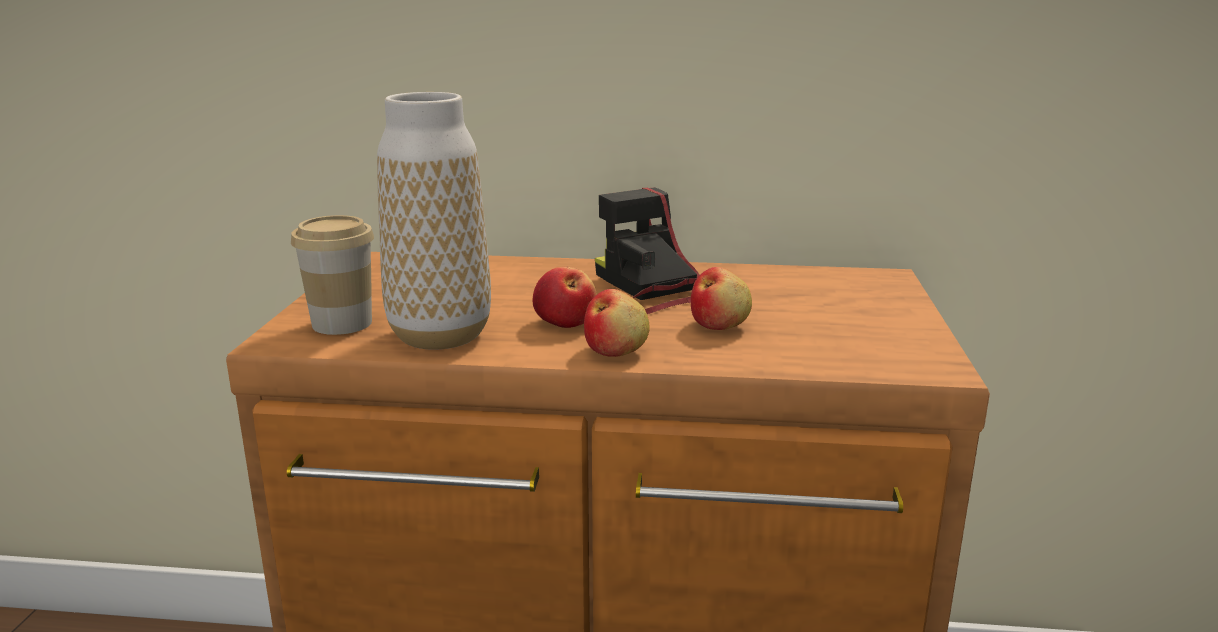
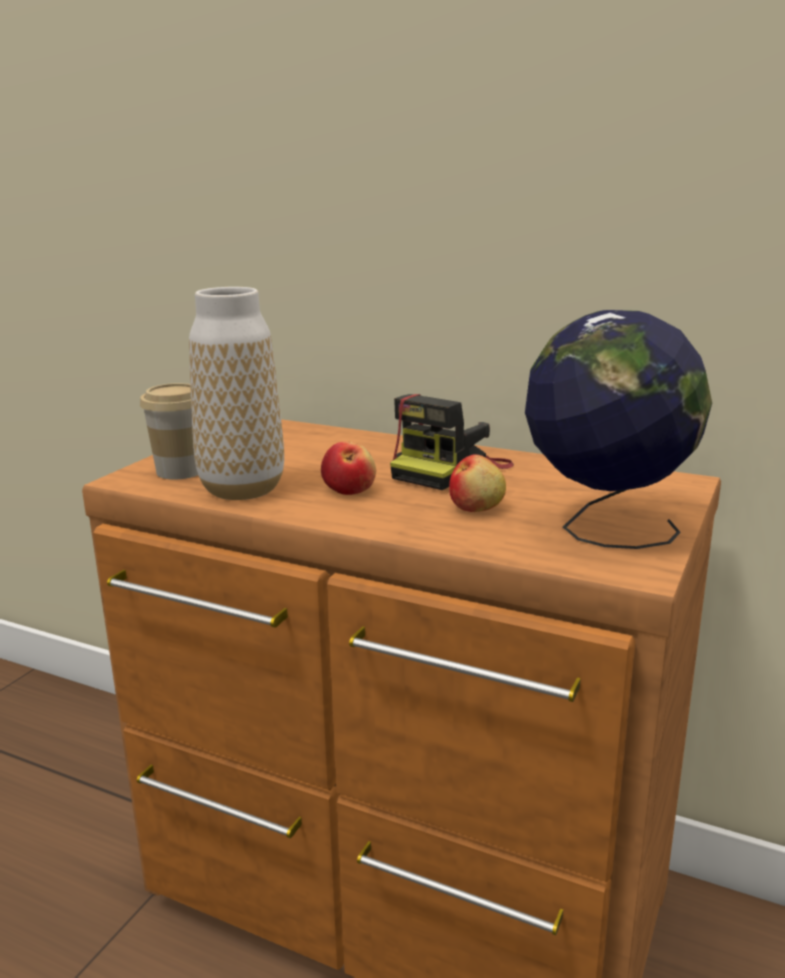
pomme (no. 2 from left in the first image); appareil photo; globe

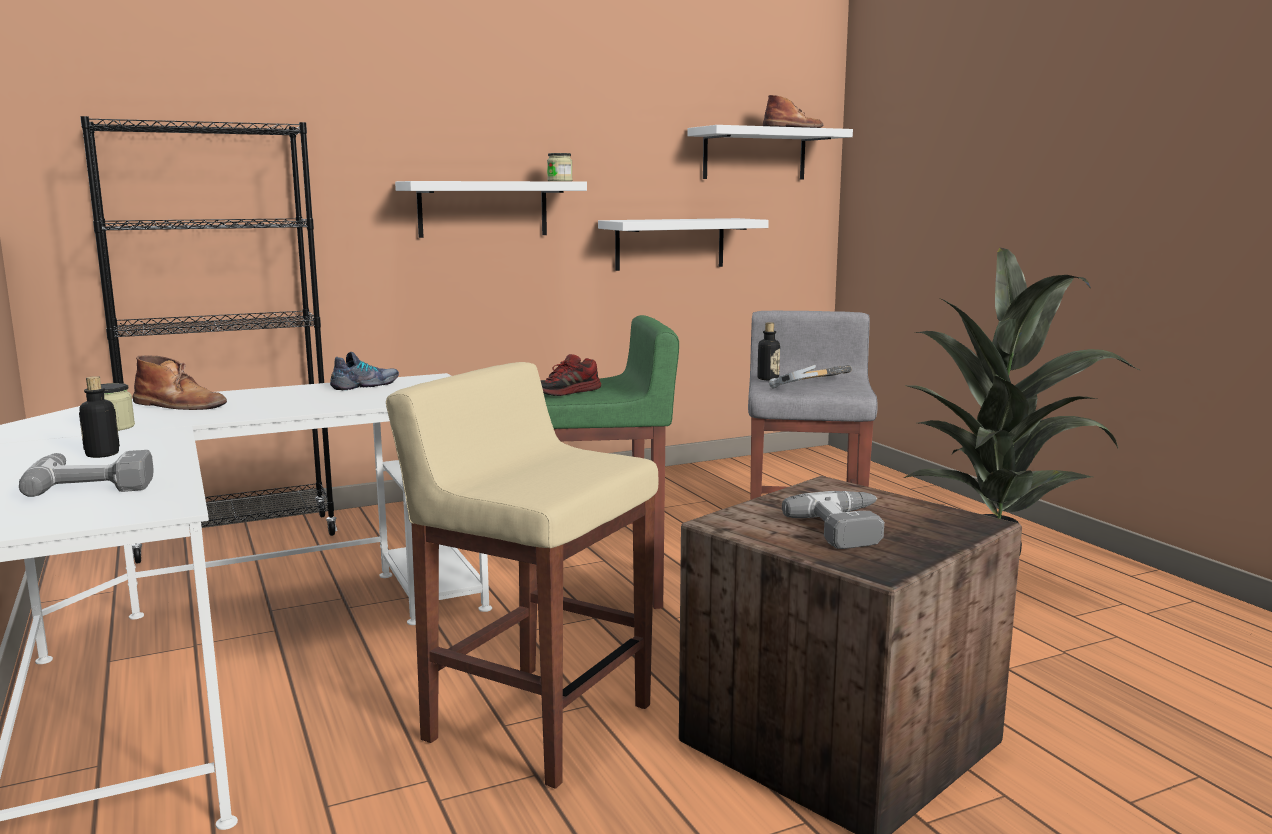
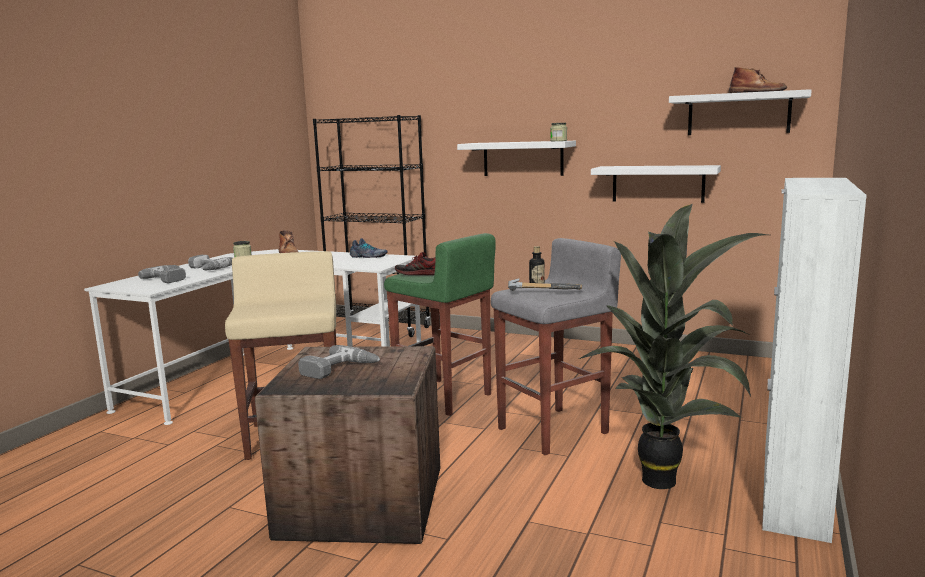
perceuse (no. 2 from left); meuble de rangement/blanc

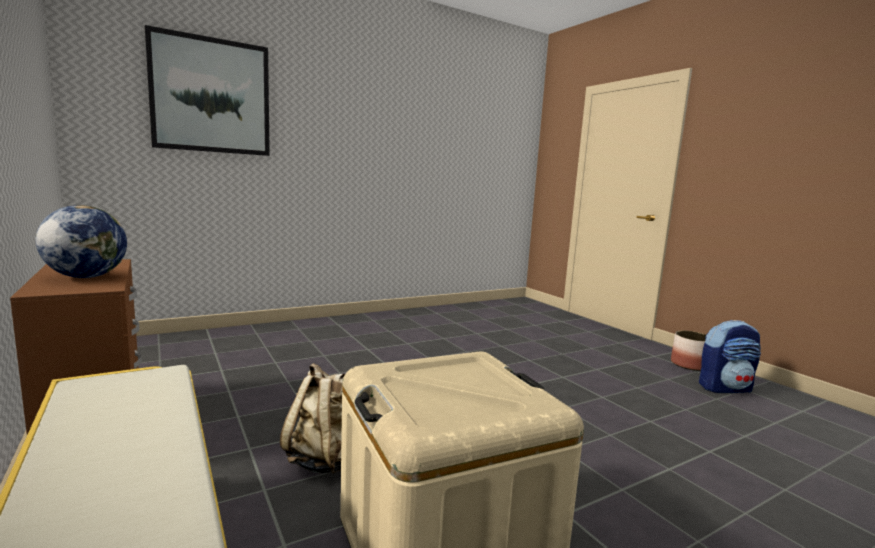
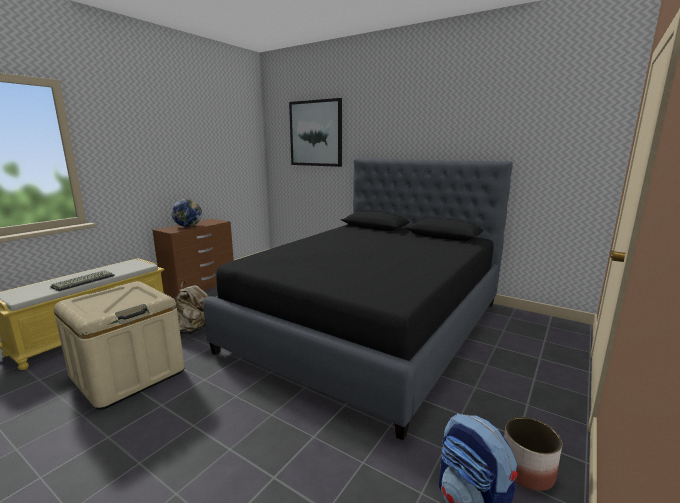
clavier; lit/noir

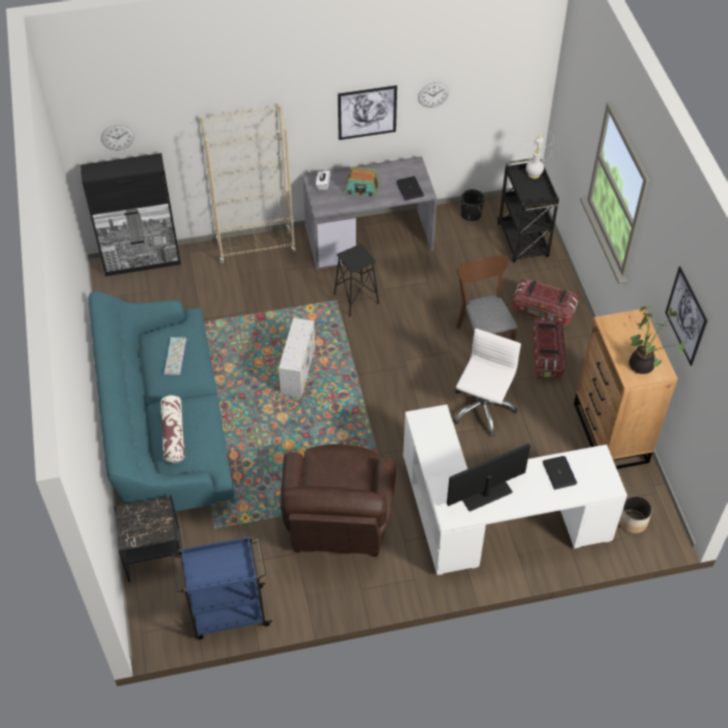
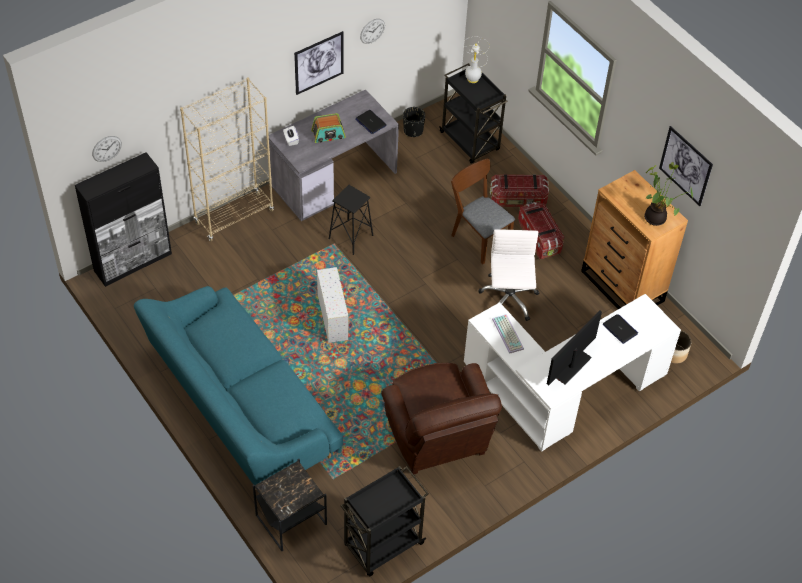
coussin; clavier; chariot/noir (no. 1 from left)

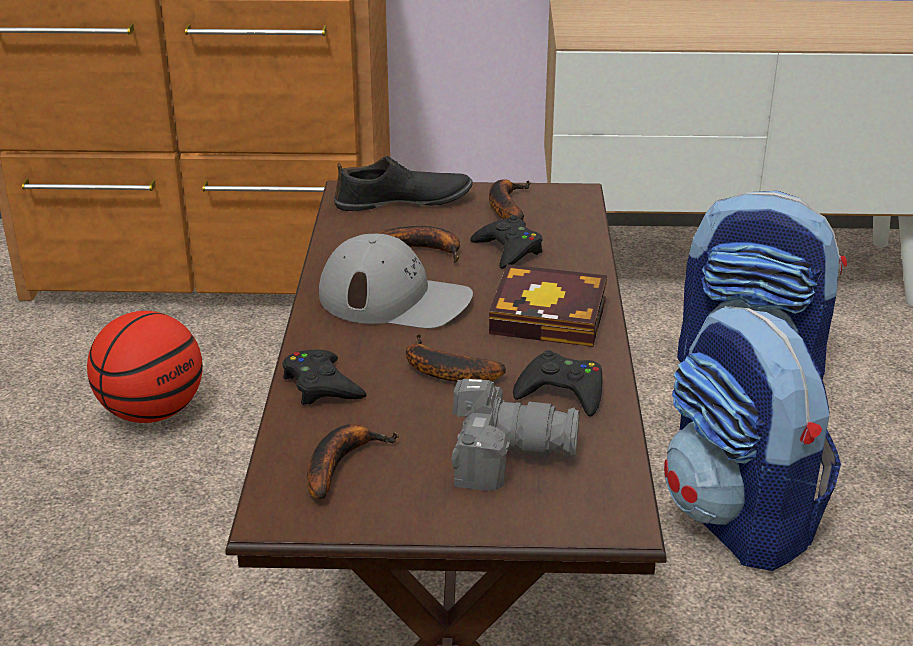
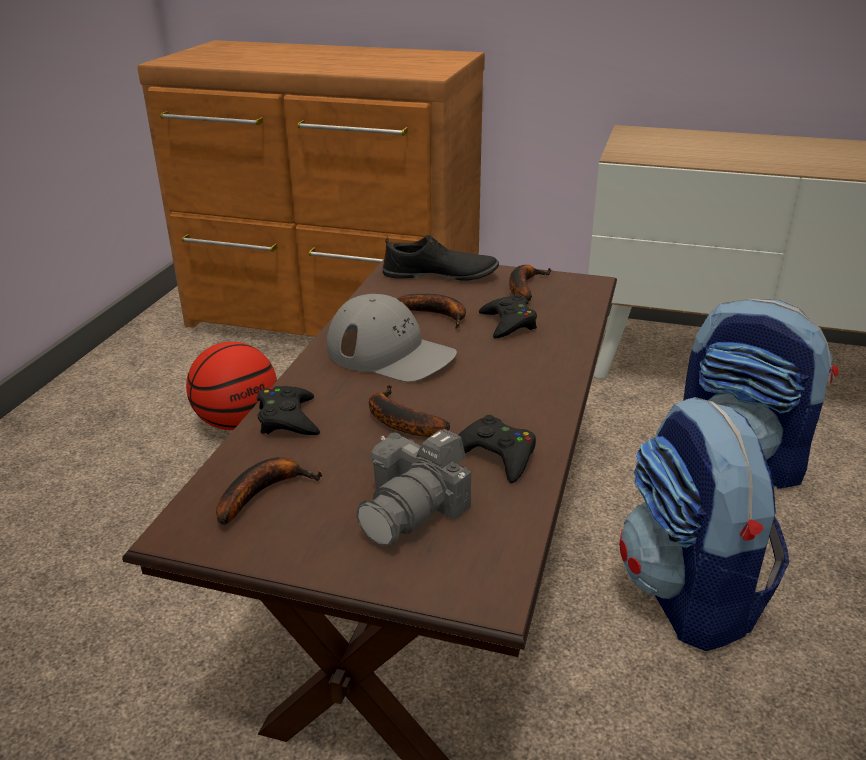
appareil photo; livre

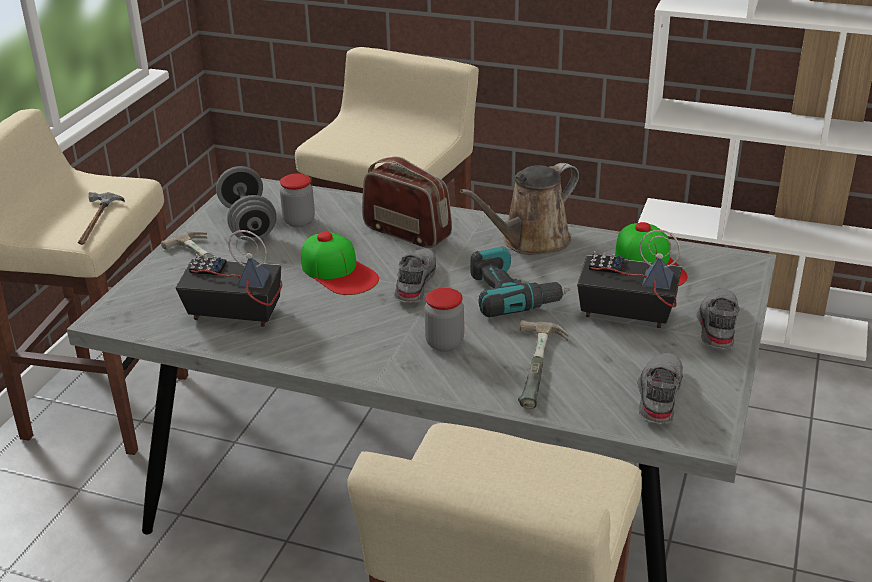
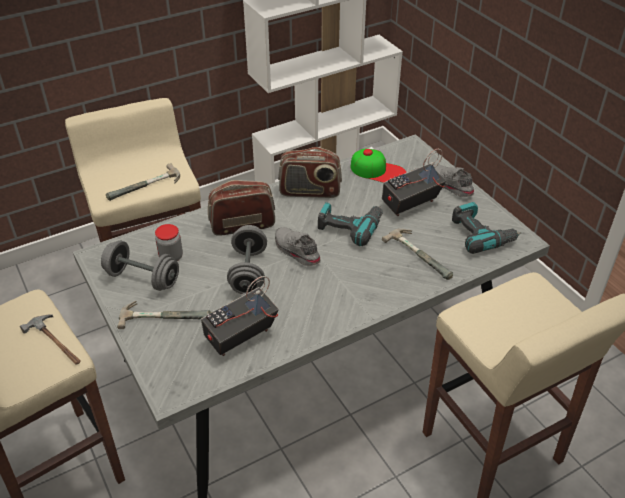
haltère/gris (no. 2 from left); bocal (no. 2 from left in the first image); radio (no. 3 from left); perceuse (no. 2 from left); marteau (no. 2 from left)

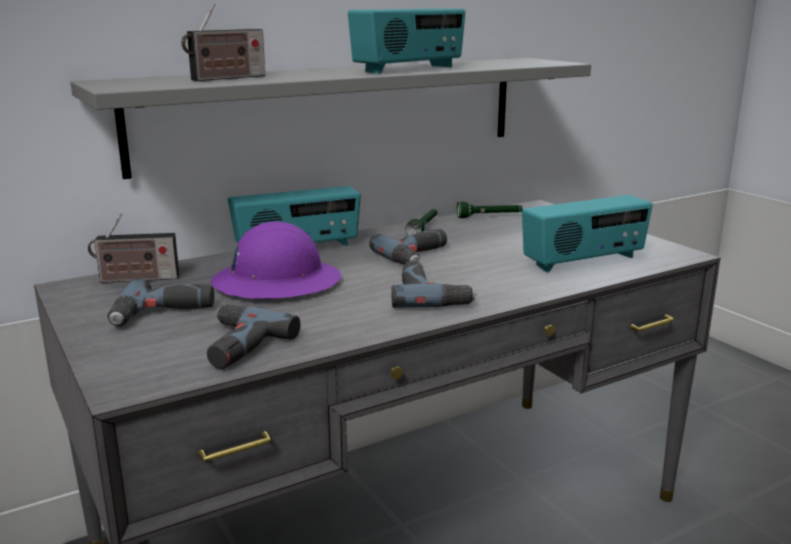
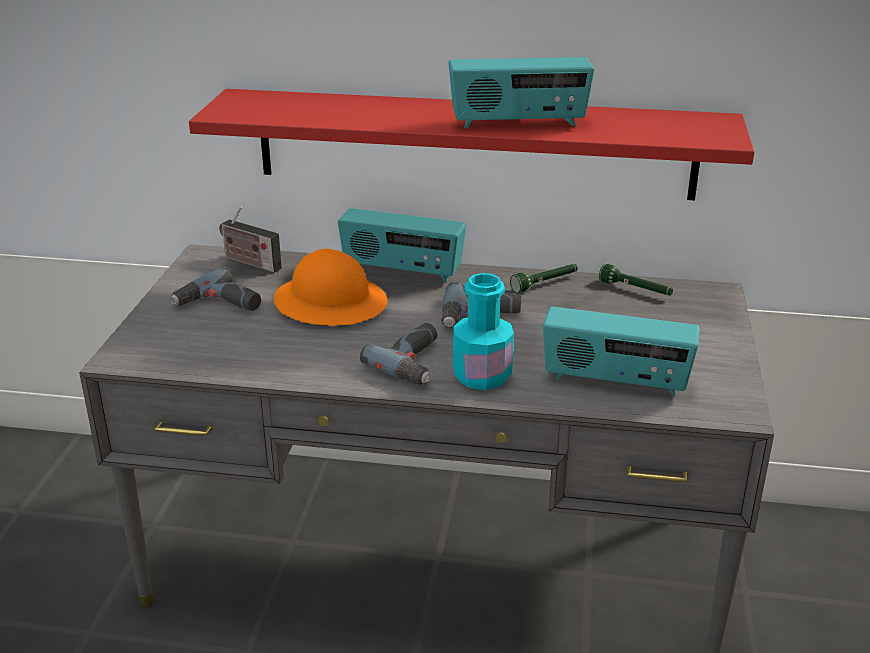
étagère/rouge; radio (no. 2 from left in the first image); perceuse (no. 2 from left in the first image); casque de chantier/orange; bouteille/turquoise

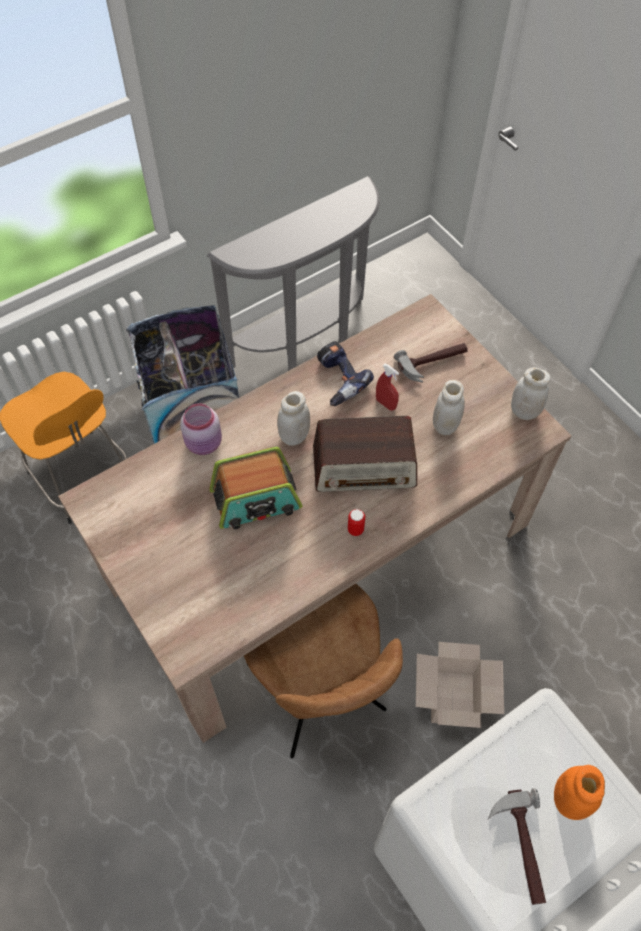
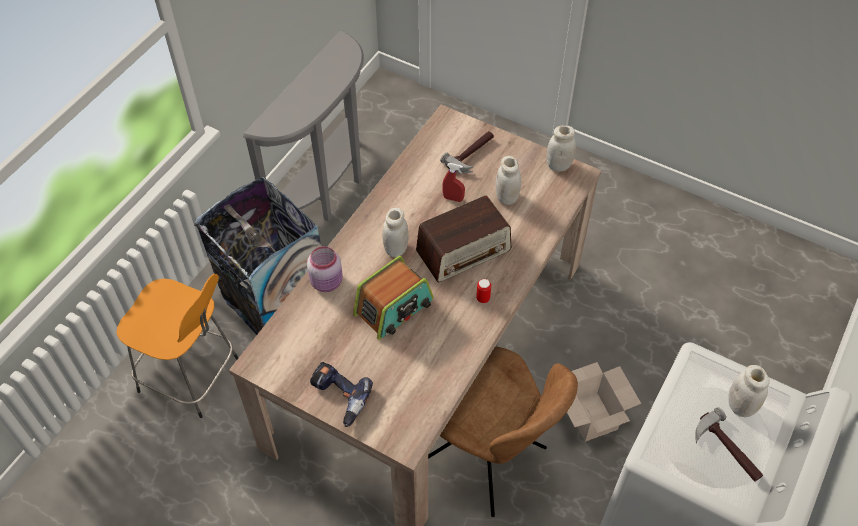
perceuse; bocal/blanc (no. 4 from left)

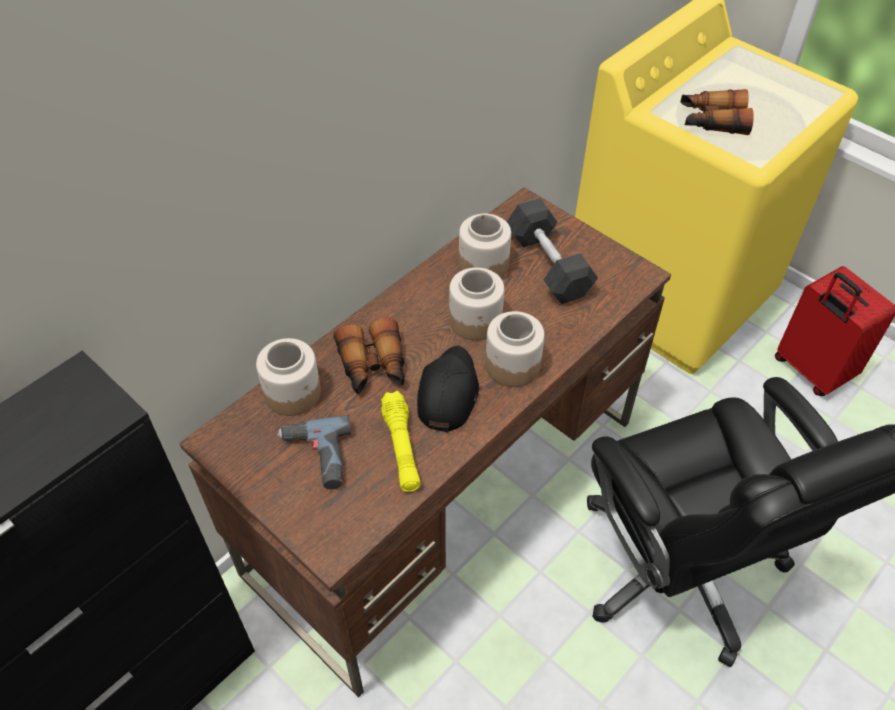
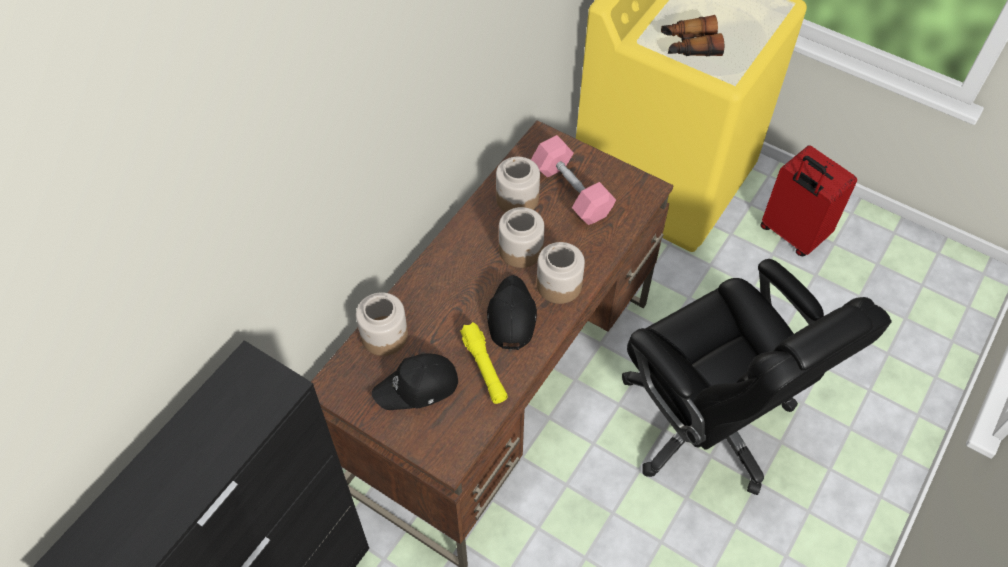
casquette/noir (no. 1 from left); jumelles (no. 1 from left in the first image); haltère/rose

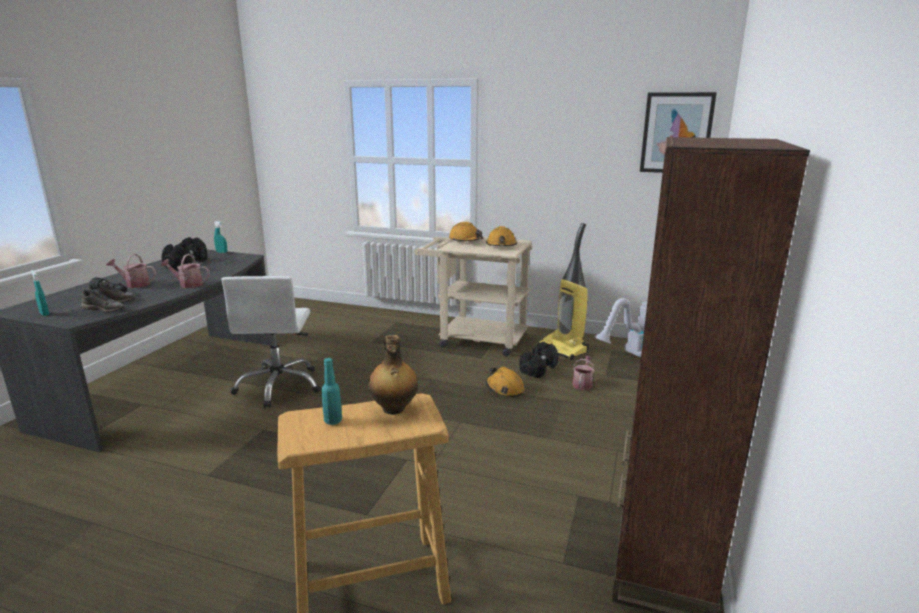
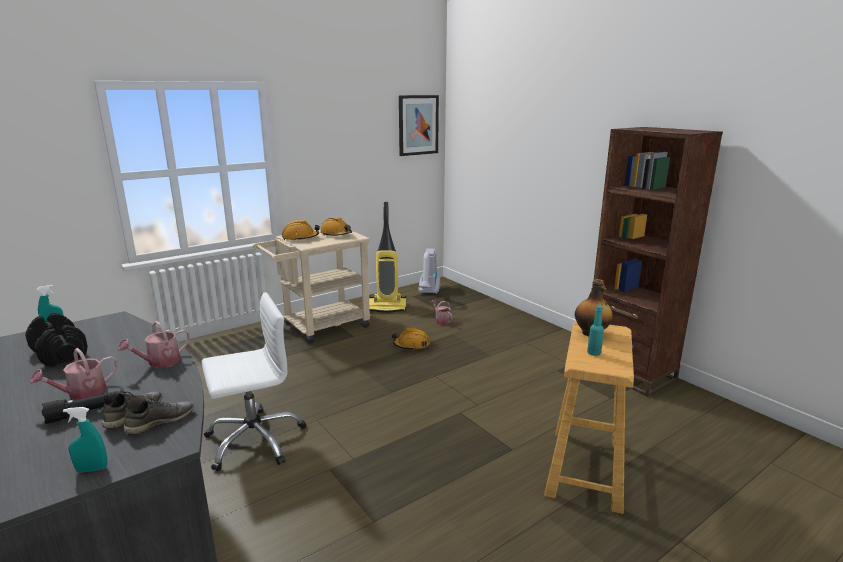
chaise de bureau/blanc; haltère/noir (no. 2 from left in the first image)

